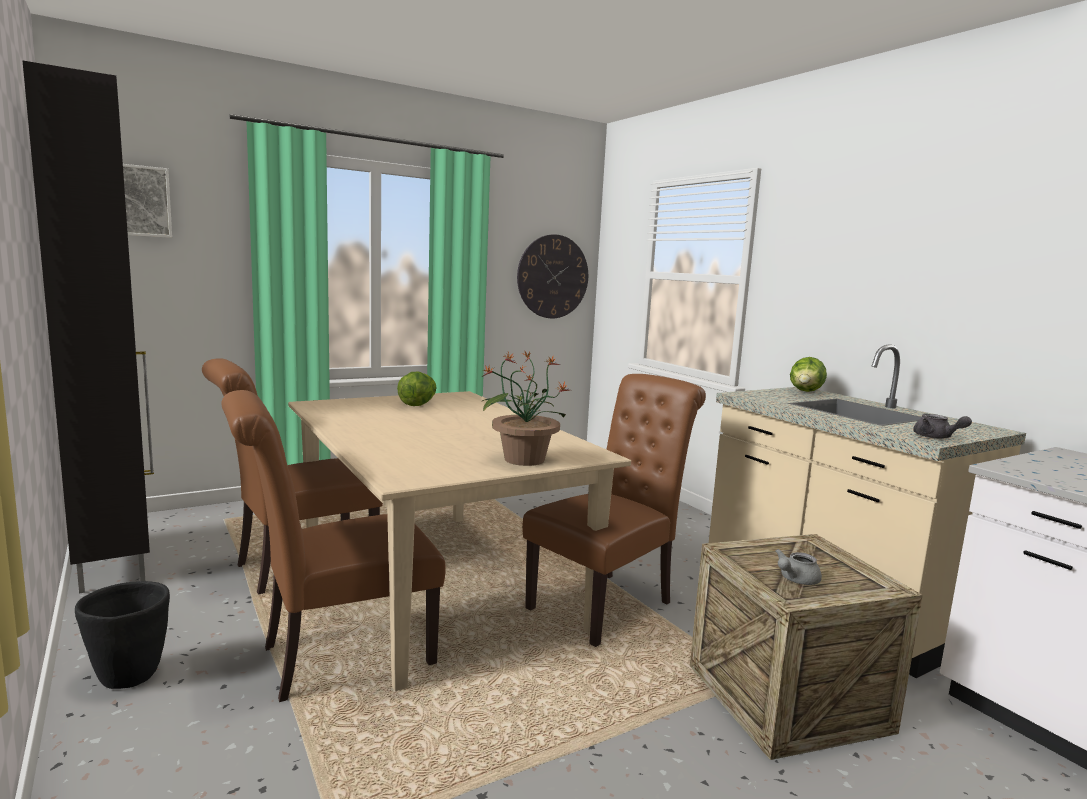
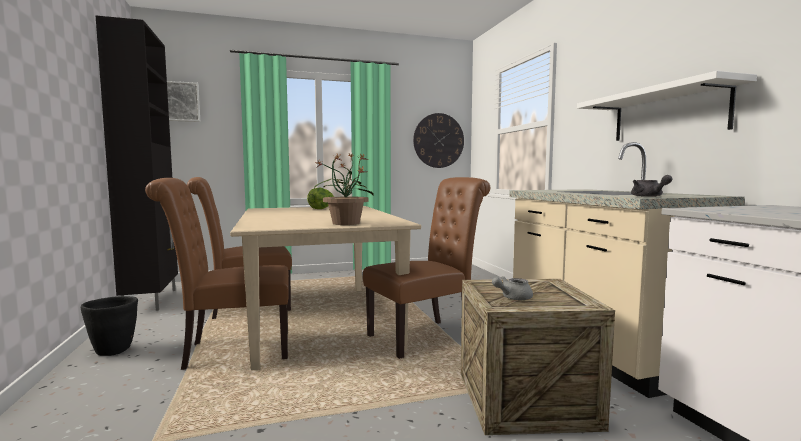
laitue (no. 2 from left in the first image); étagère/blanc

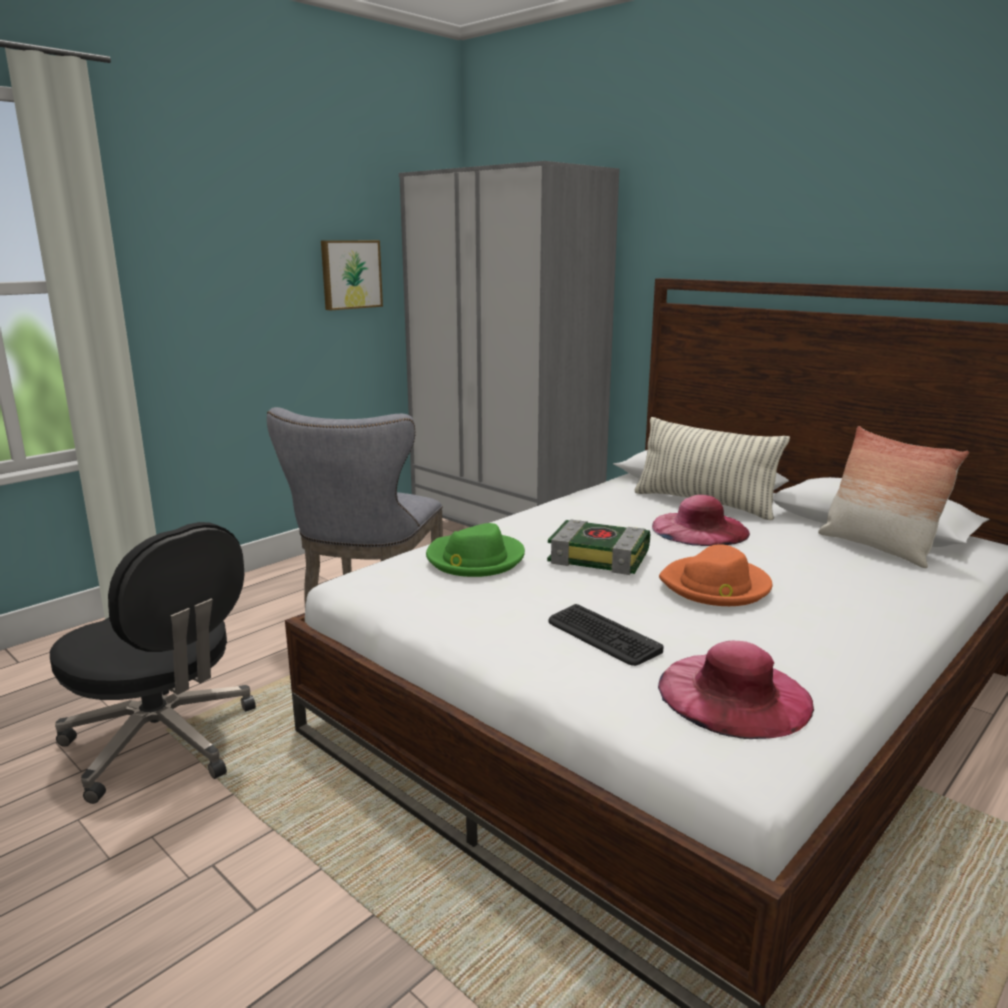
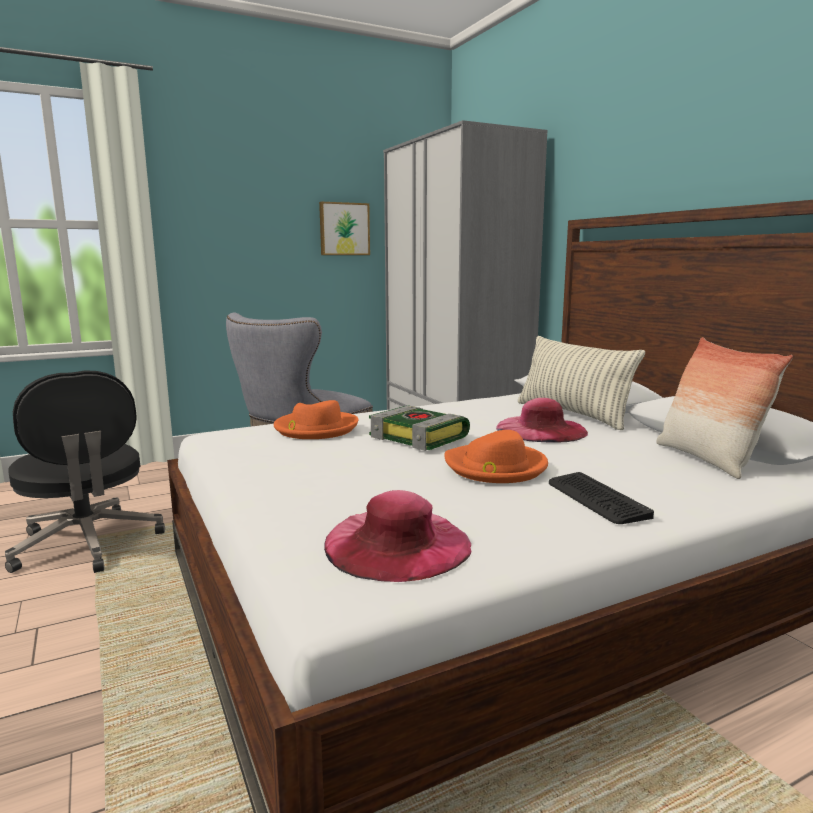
chapeau/orange (no. 1 from left); clavier

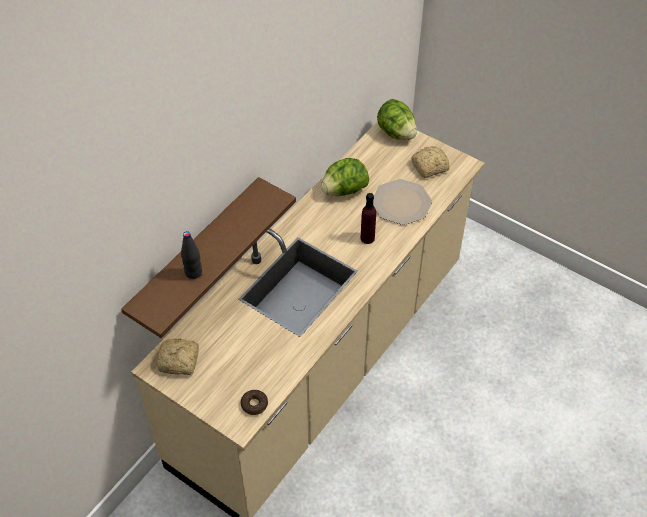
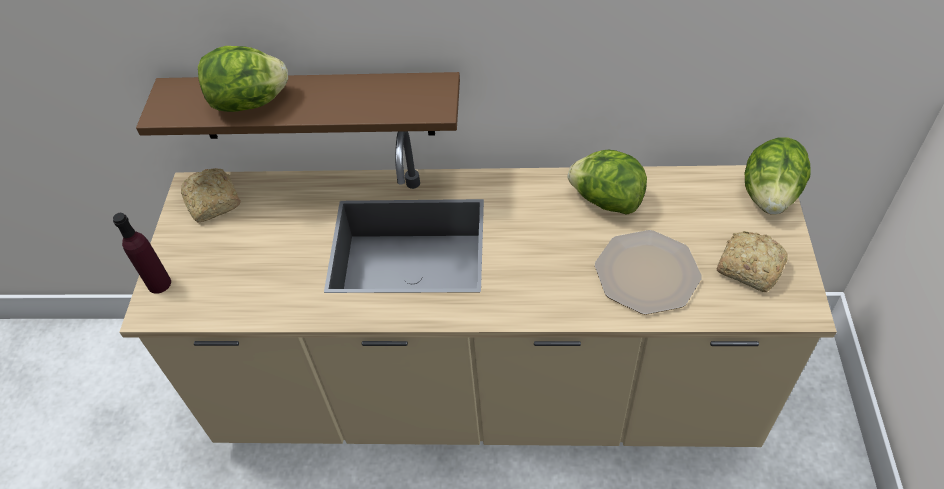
laitue (no. 1 from left); beignet; bouteille/violet

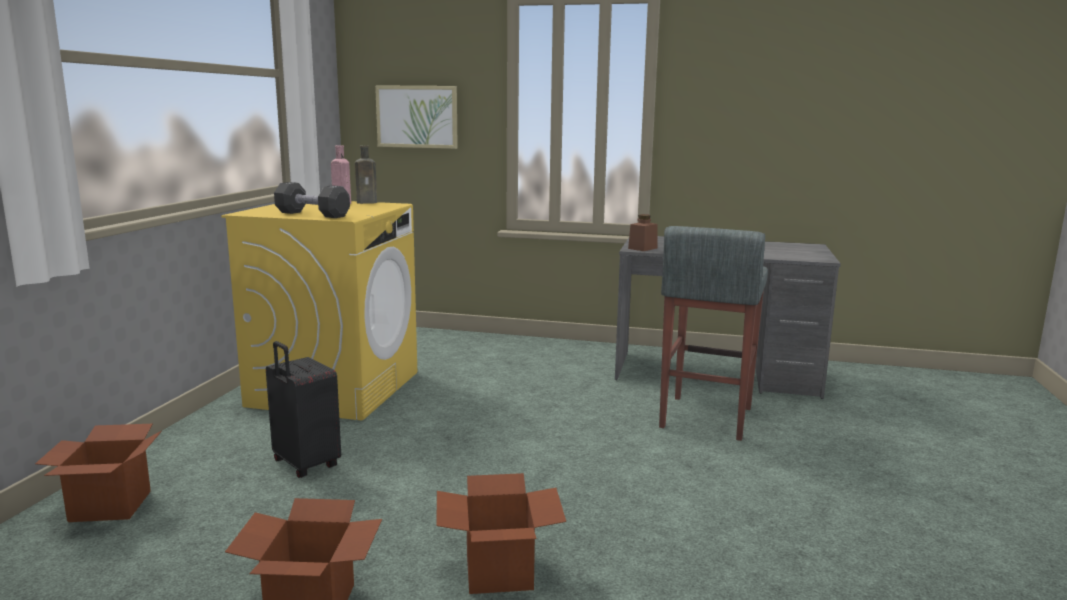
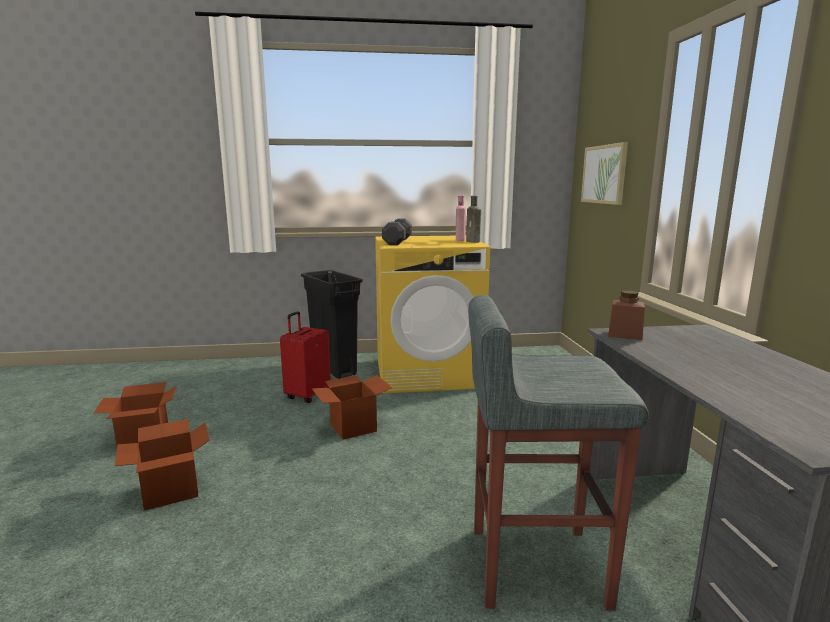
carton (no. 3 from left); valise/rouge; poubelle/noir

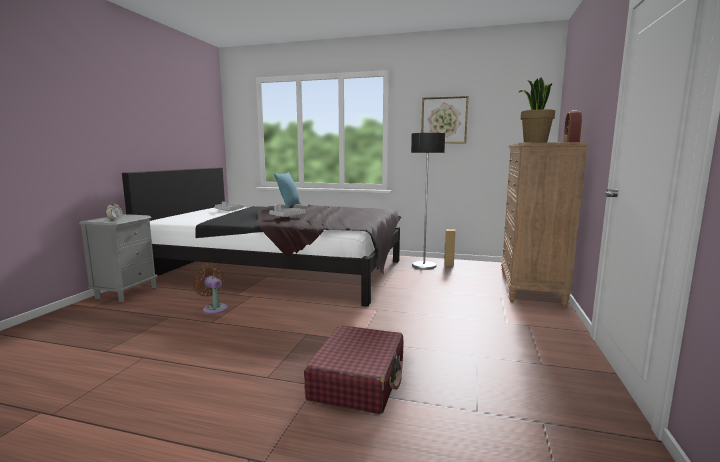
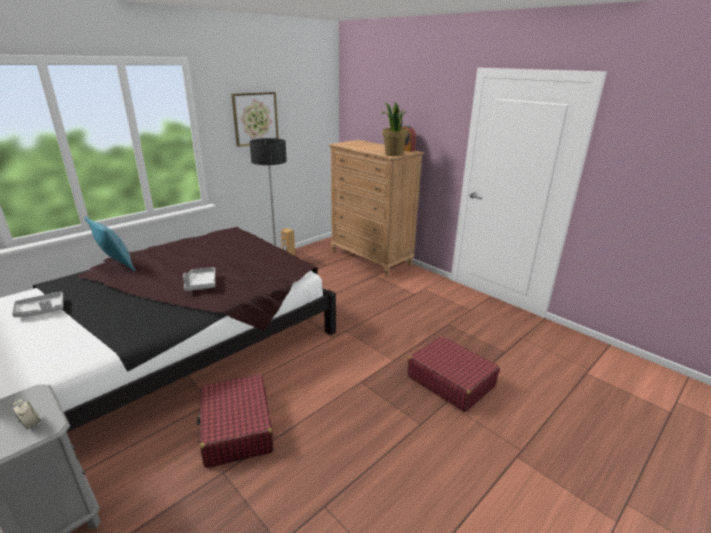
valise/rouge (no. 1 from left)

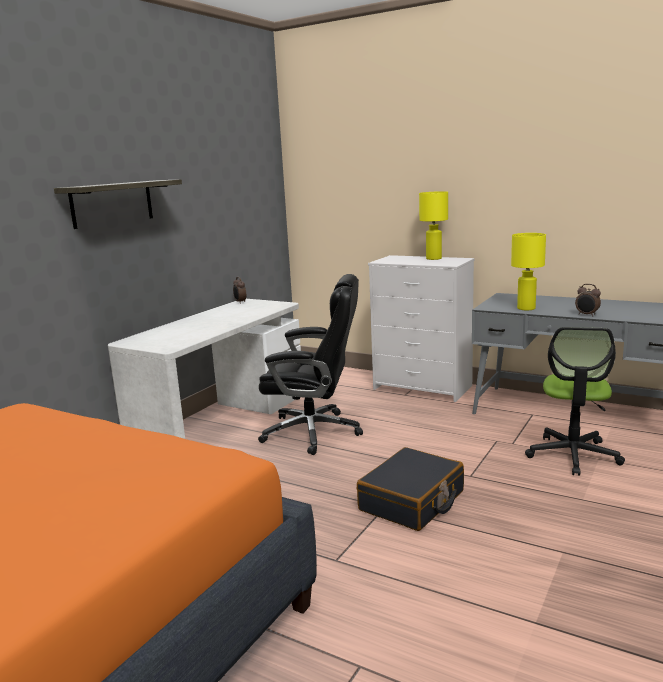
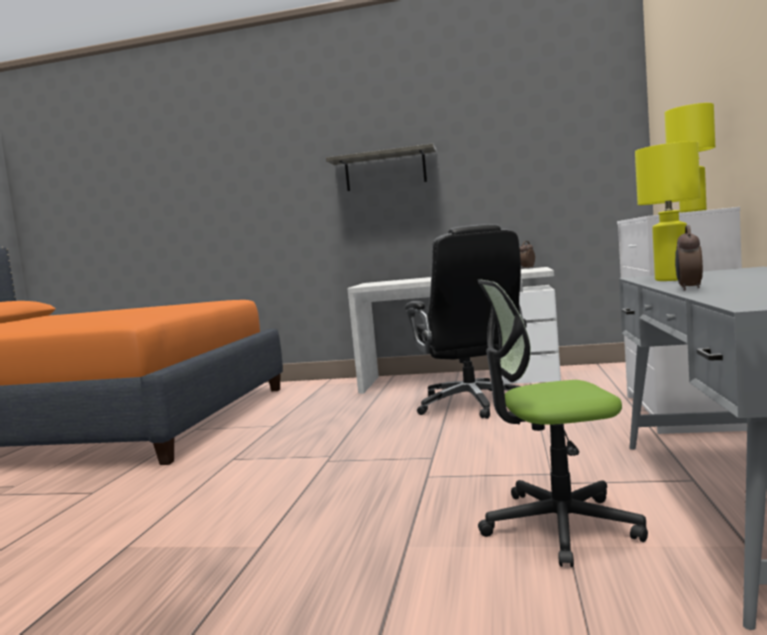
valise/noir

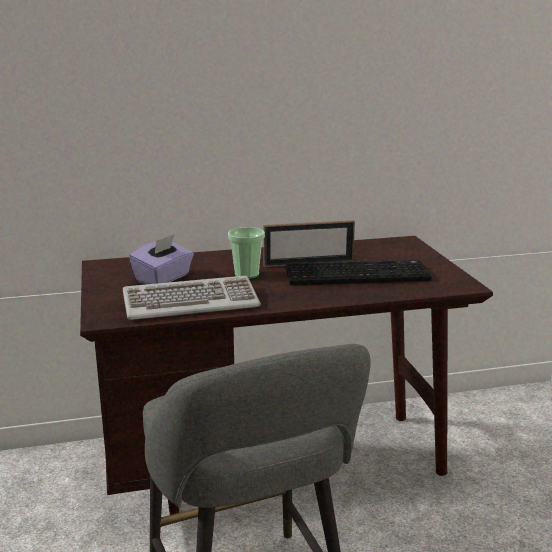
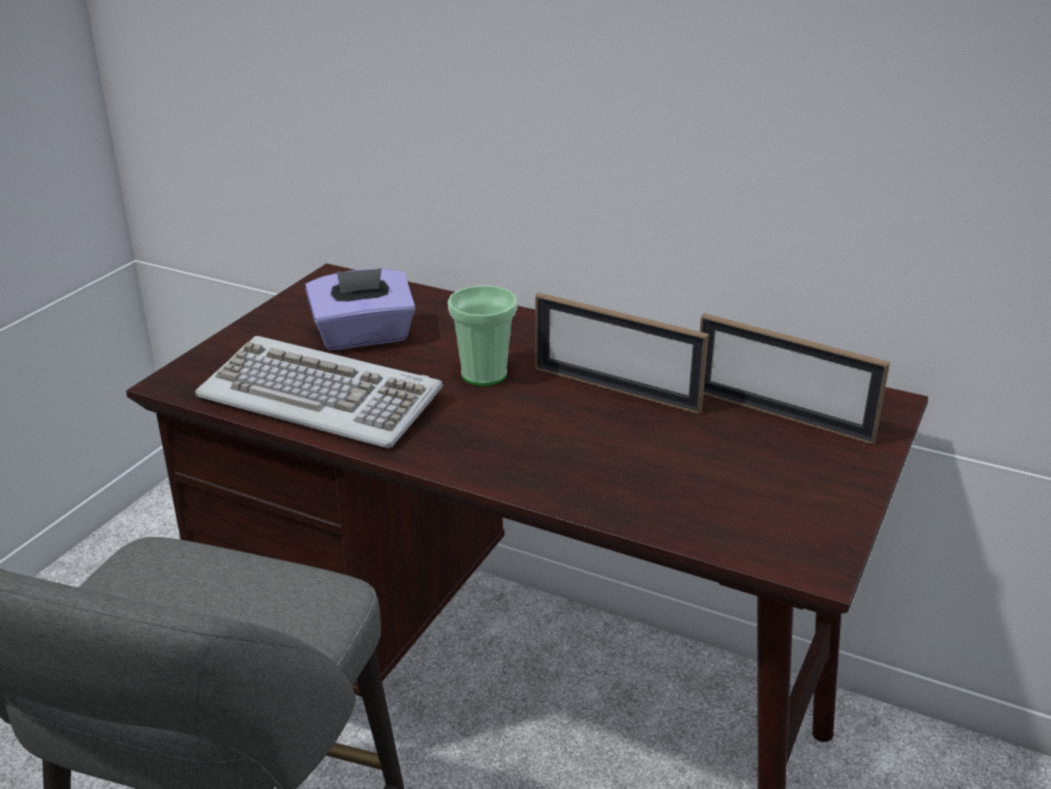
clavier (no. 2 from left in the first image); cadre photo (no. 2 from left)

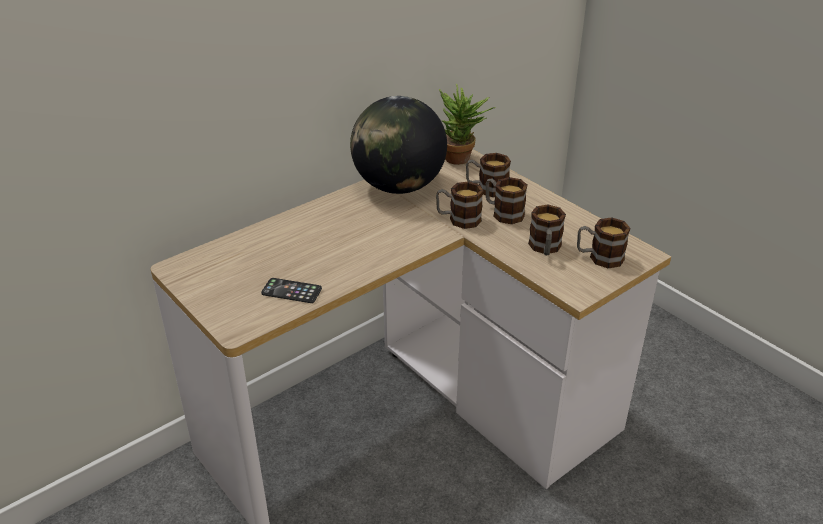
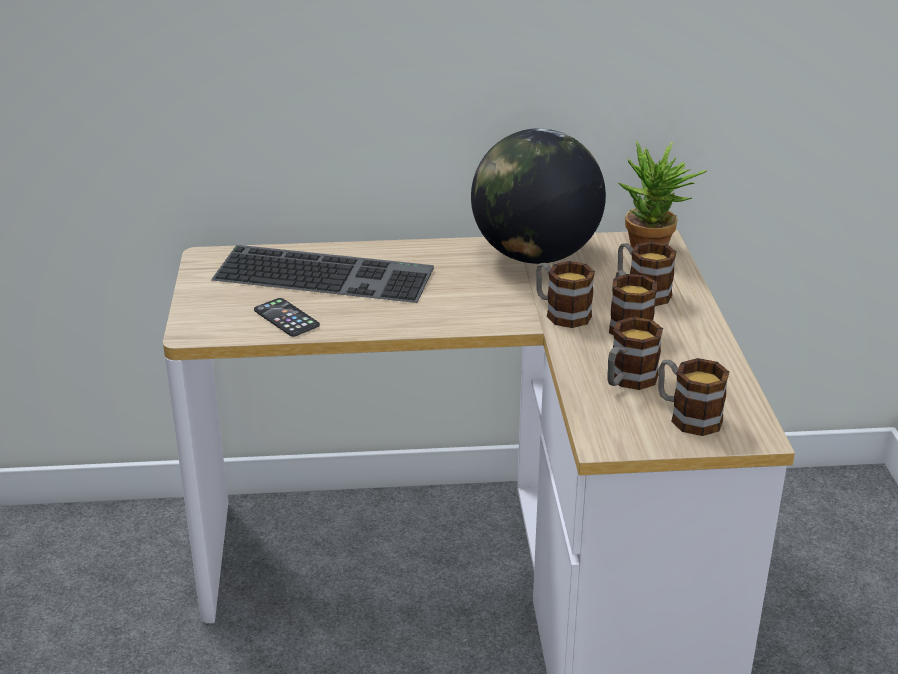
clavier

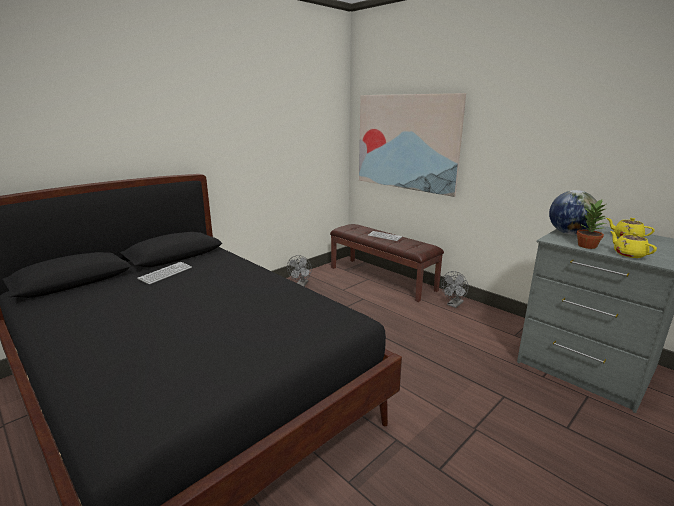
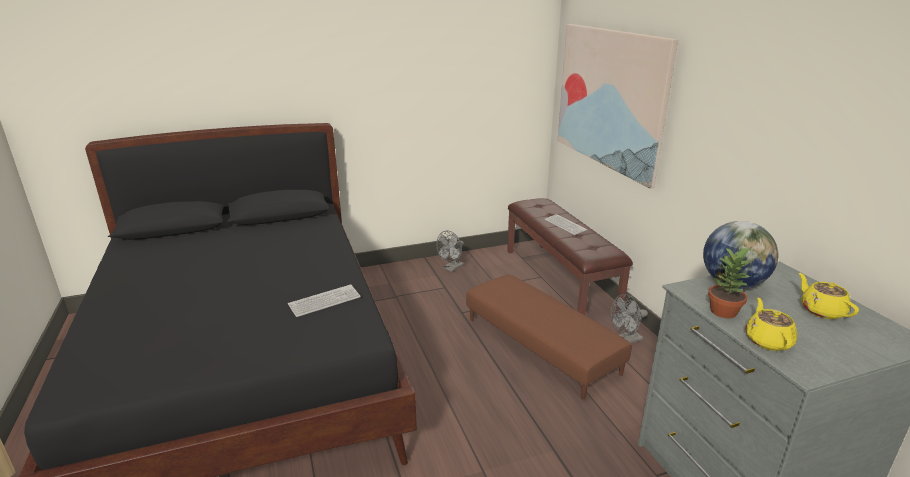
clavier (no. 1 from left); pouf/marron

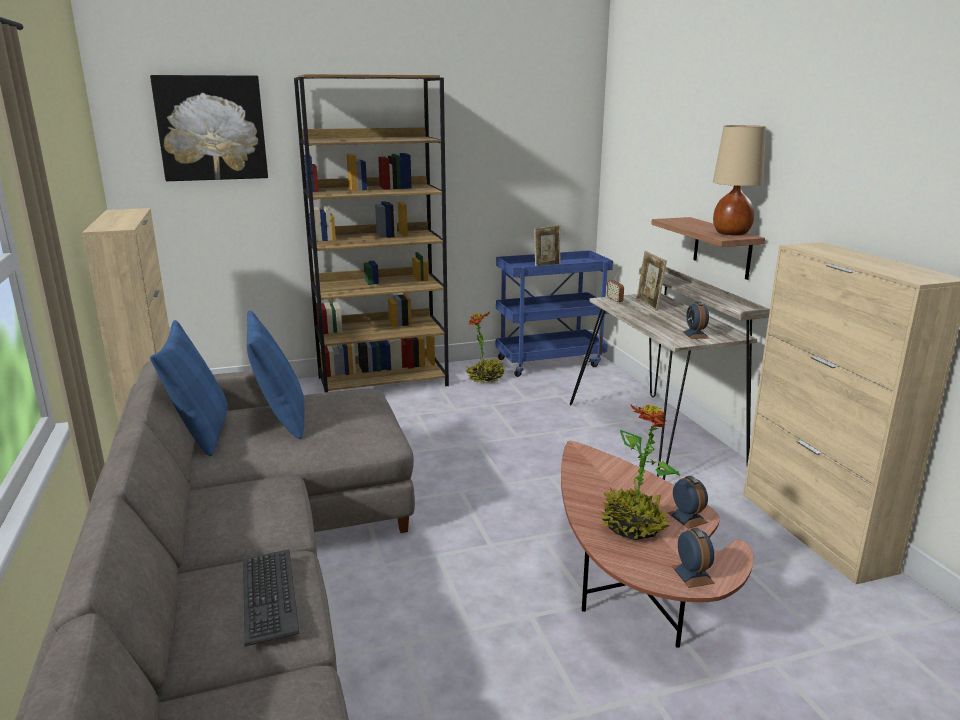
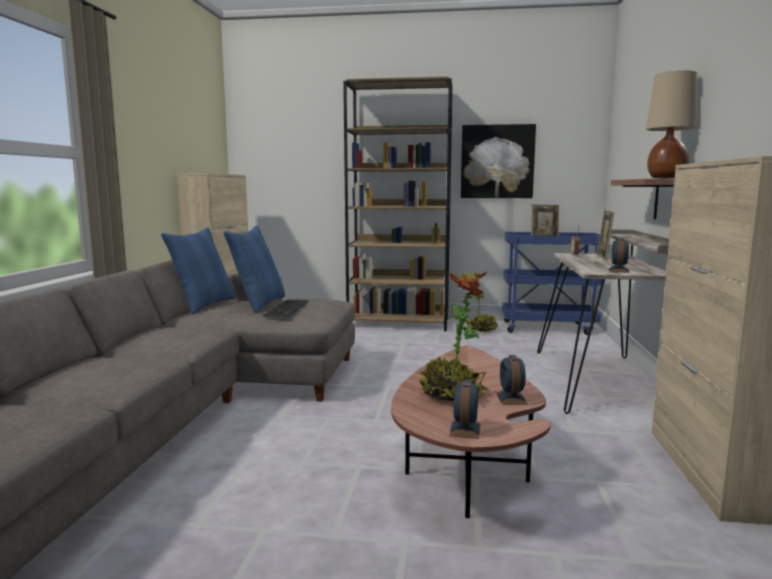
tableau; clavier

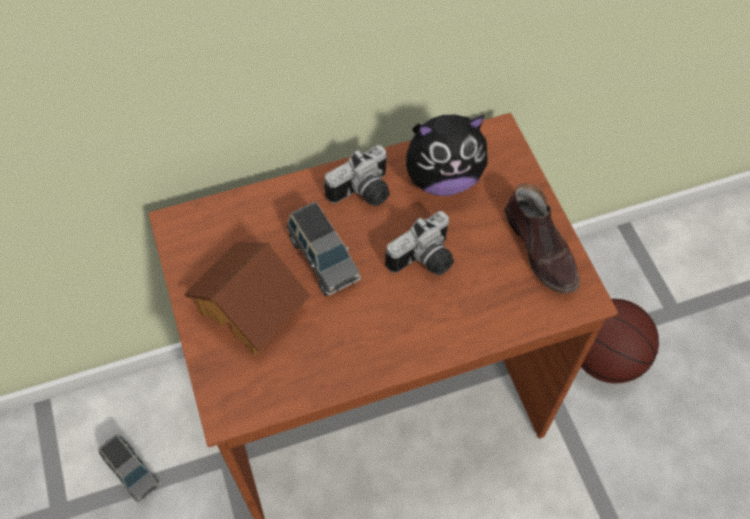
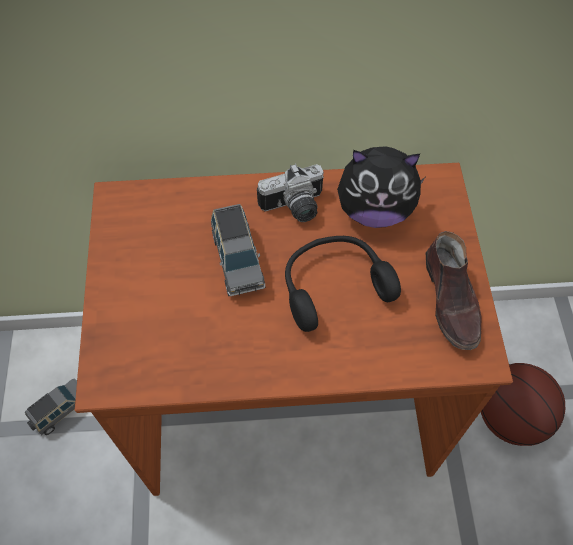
petite voiture/gris (no. 1 from left); maison miniature; casque audio/noir

